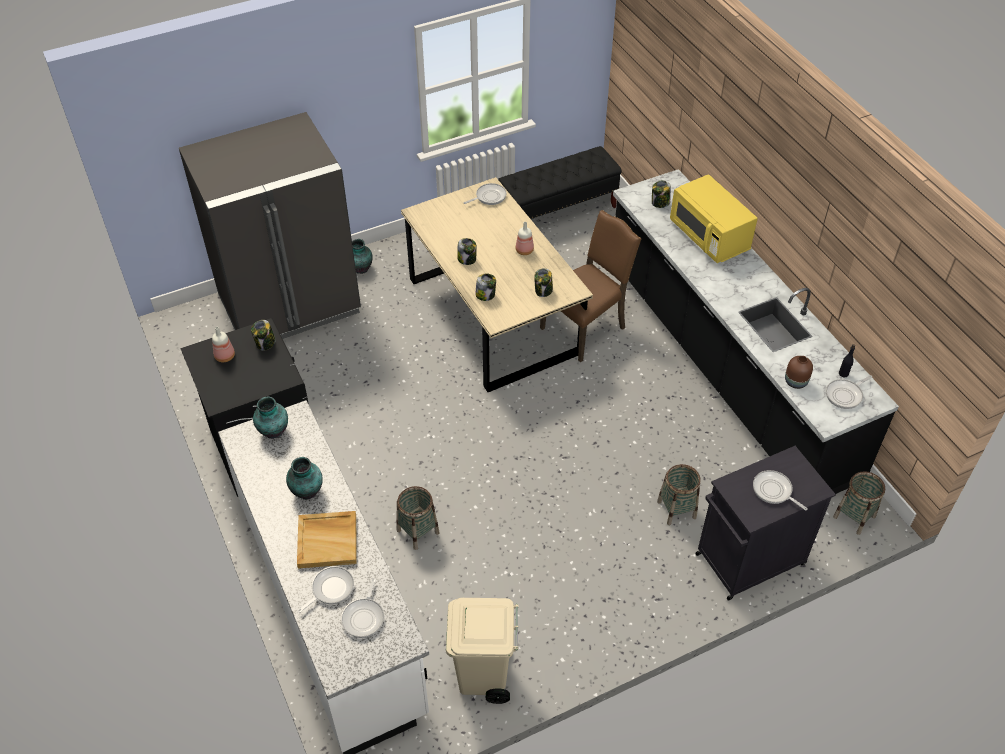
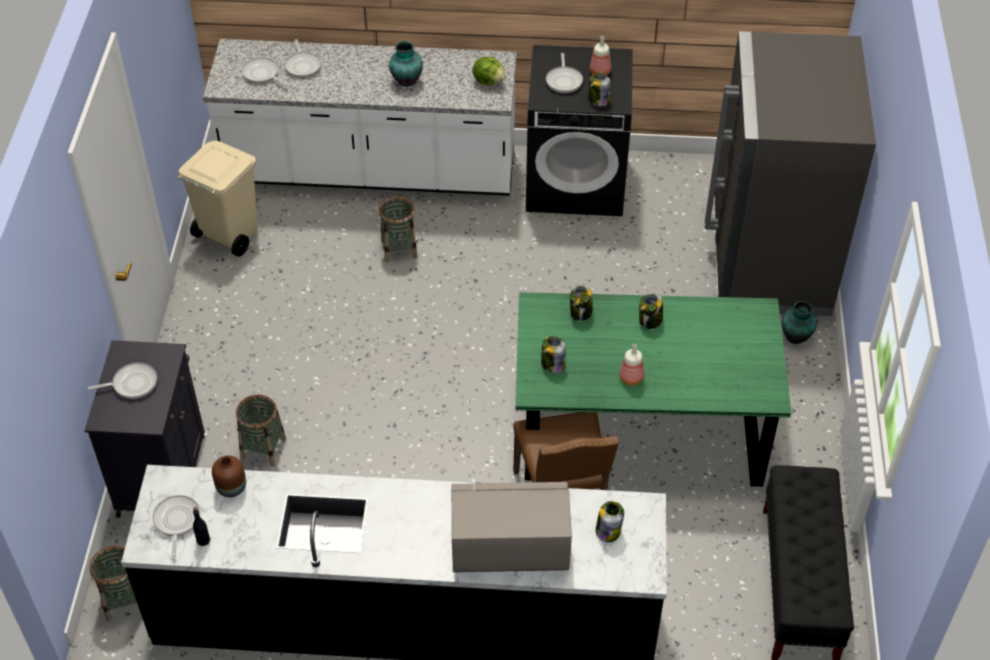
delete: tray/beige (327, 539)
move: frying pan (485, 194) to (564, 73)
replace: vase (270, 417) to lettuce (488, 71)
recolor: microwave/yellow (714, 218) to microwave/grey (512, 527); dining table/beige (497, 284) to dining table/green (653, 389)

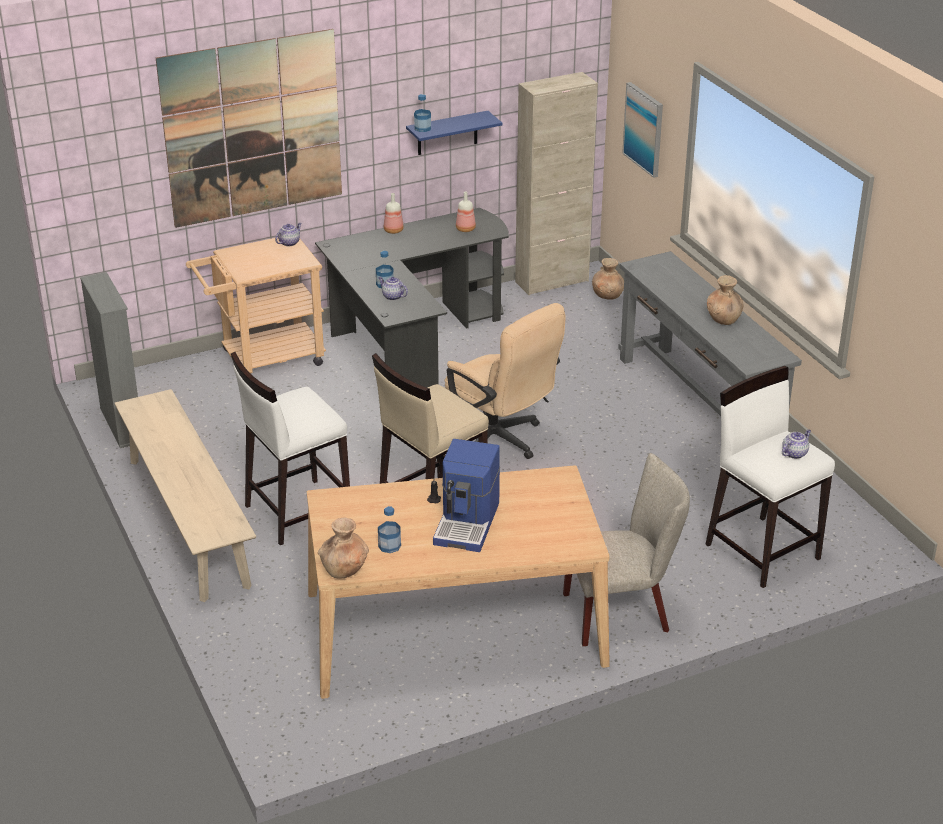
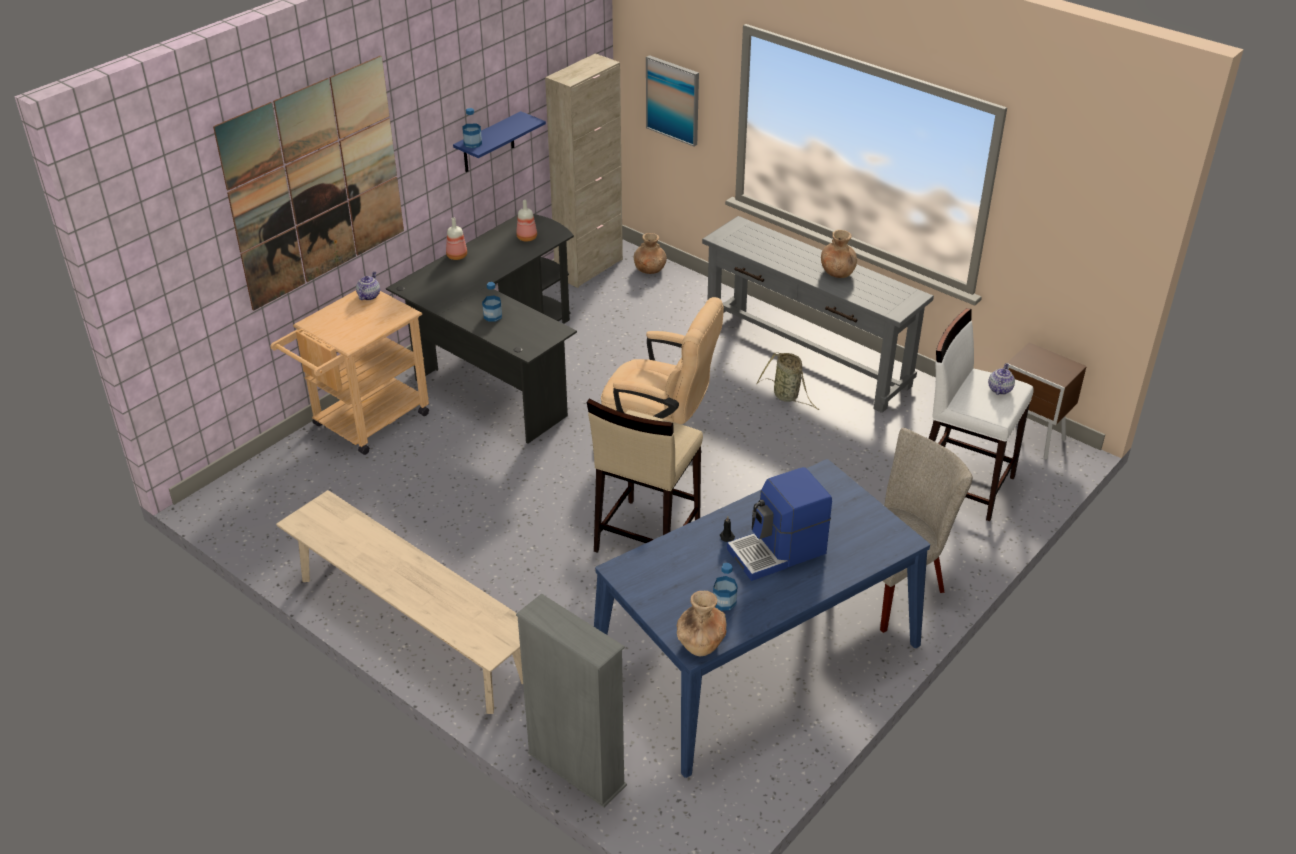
delete: teapot (393, 289); stool/white (290, 448)
insert: nightstand/brown (1047, 401); basket (788, 381)
move: bookcase/grey (109, 360) to (571, 700)
recolor: dining table/beige (458, 582) to dining table/blue (762, 618)
rotate: coffee machine (466, 495) = (779, 524) 75 degrees clockwise

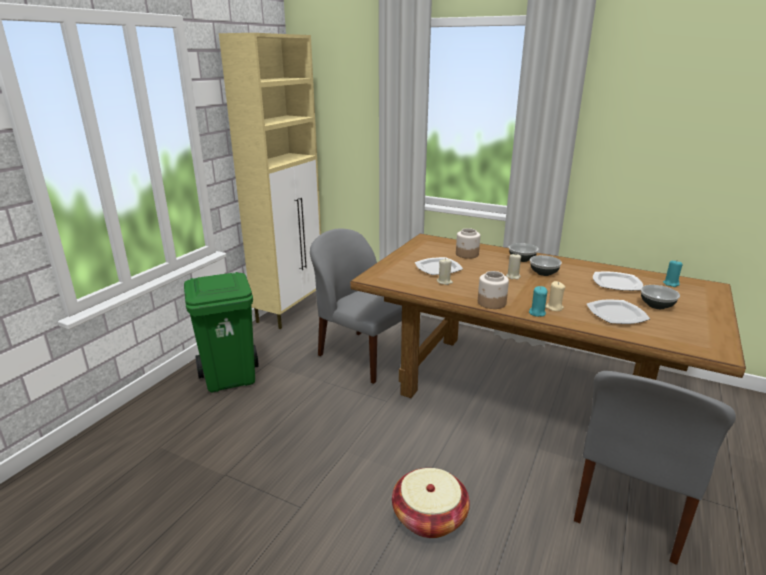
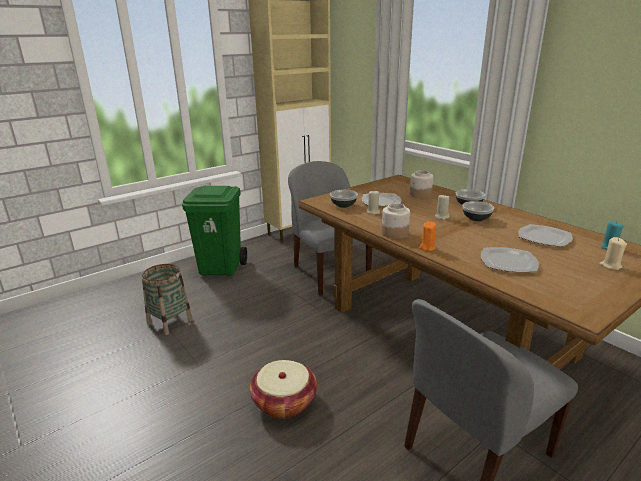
insert: basket (167, 299)
move: candle/beige (555, 296) to (613, 253); bowl (660, 297) to (344, 199)
recolor: candle/turquoise (538, 301) to candle/orange (427, 236)

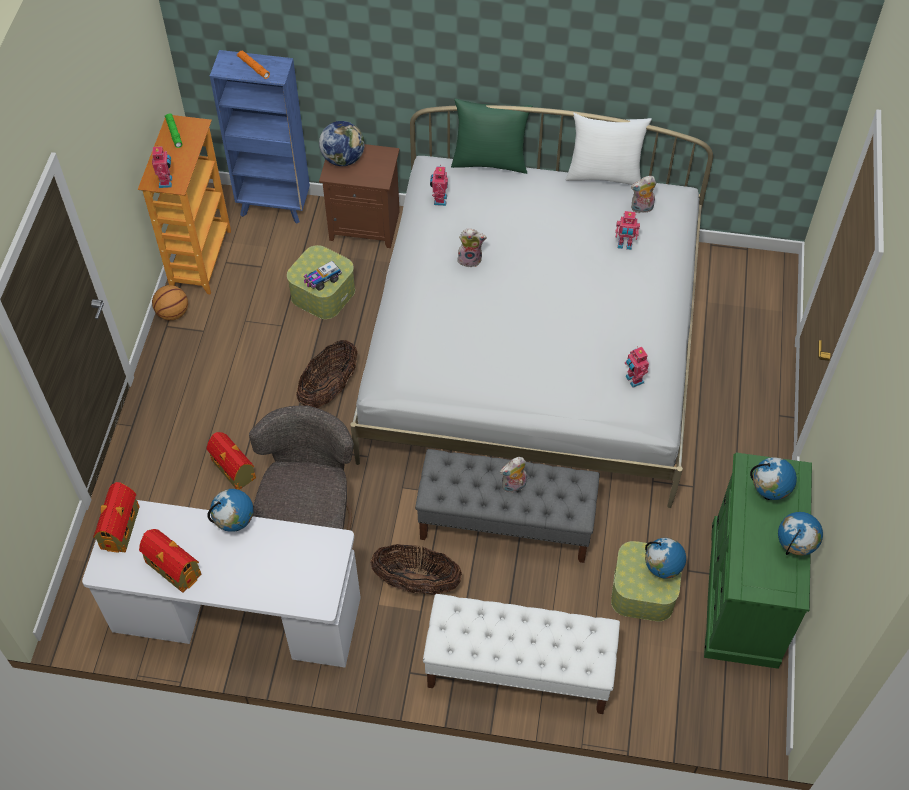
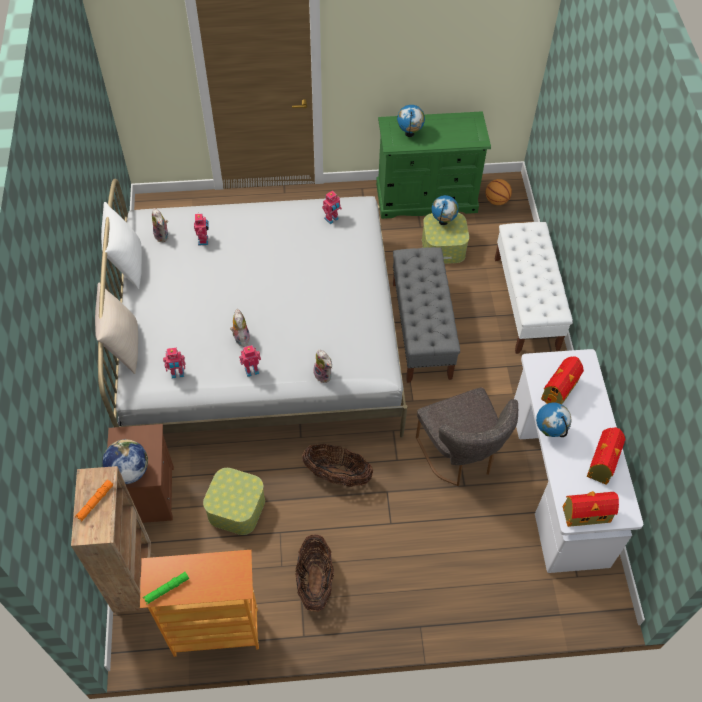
delete: toy truck (323, 276); globe (800, 534)
move: toy robot (162, 166) to (250, 361); basketball (170, 302) to (499, 192); toy house (231, 461) to (562, 380); plush toy (513, 475) to (323, 366); basket (416, 569) to (314, 573)
recolor: bookcase/blue (260, 137) to bookcase/brown (113, 541); pillow/green (491, 136) to pillow/beige (116, 328)
rotate: chair/grey (301, 467) = (467, 436) 105 degrees counterclockwise

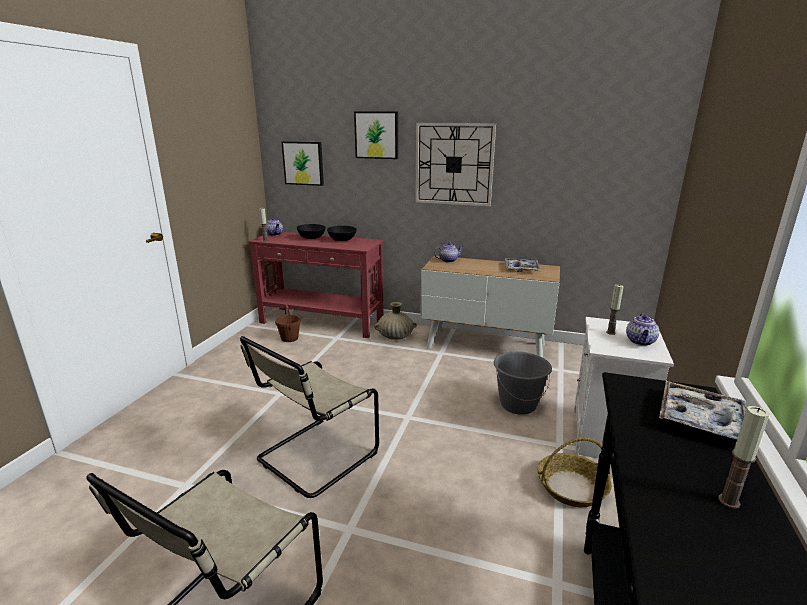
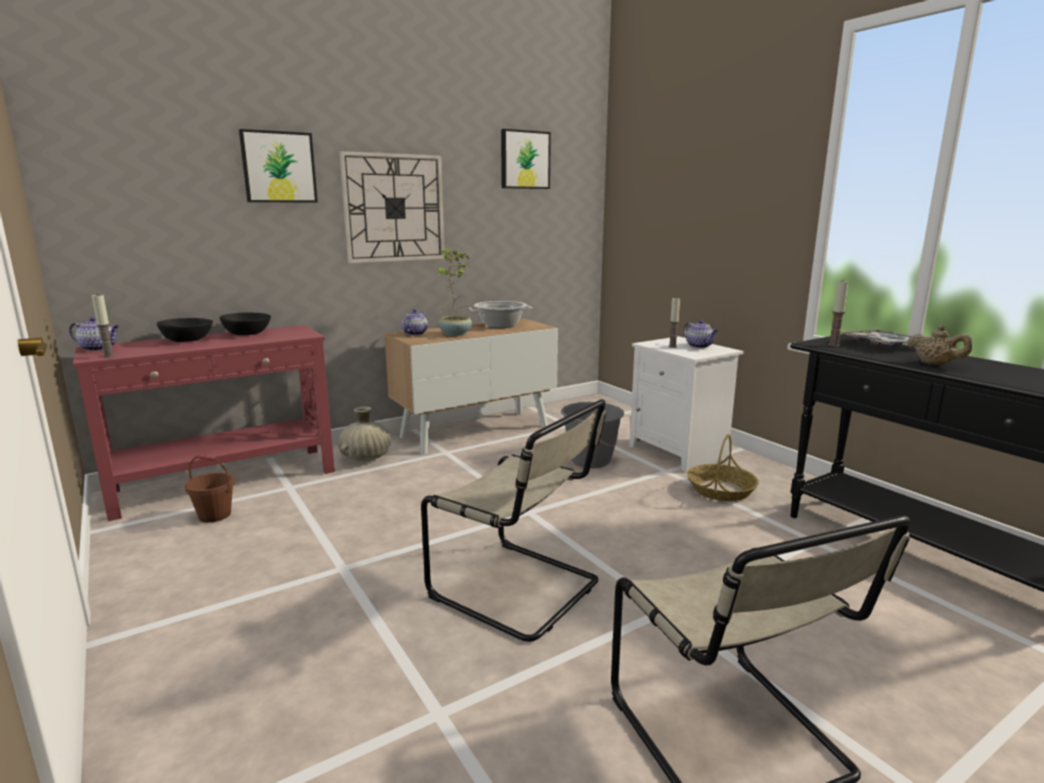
insert: potted plant (454, 292); teapot/beige (939, 345)
move: picture (303, 163) to (526, 159); candle (744, 457) to (838, 312)
replace: tray (522, 265) to cooking pot (500, 314)
rotate: chair/beige (309, 417) = (513, 520) 45 degrees counterclockwise

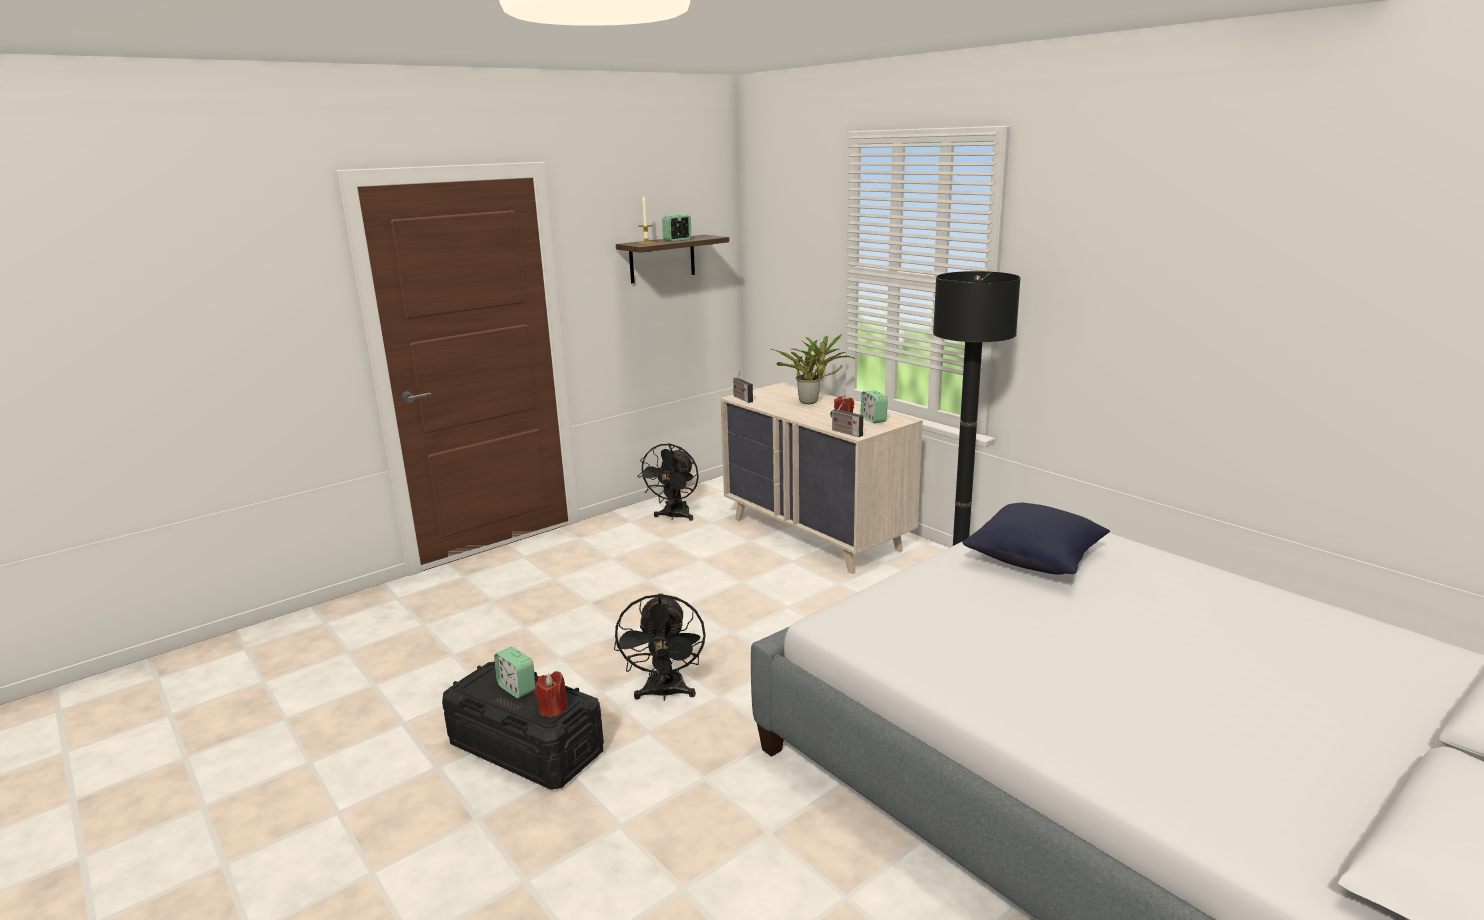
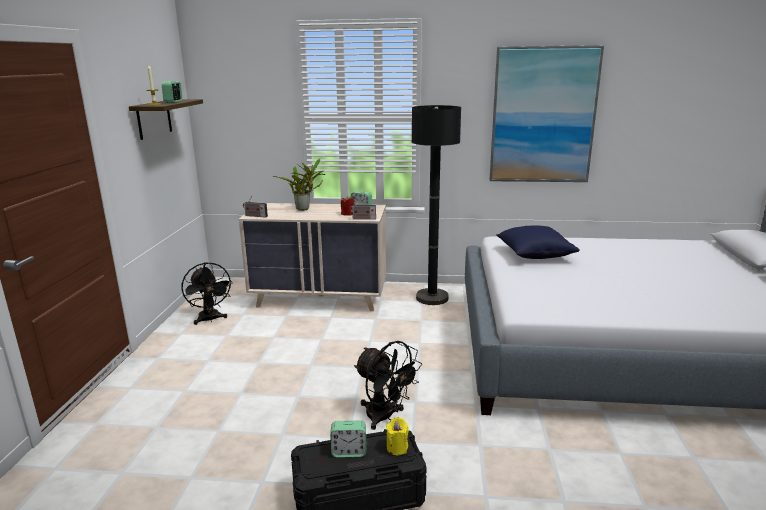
insert: picture (547, 113)
recolor: candle/red (551, 694) to candle/yellow (397, 436)

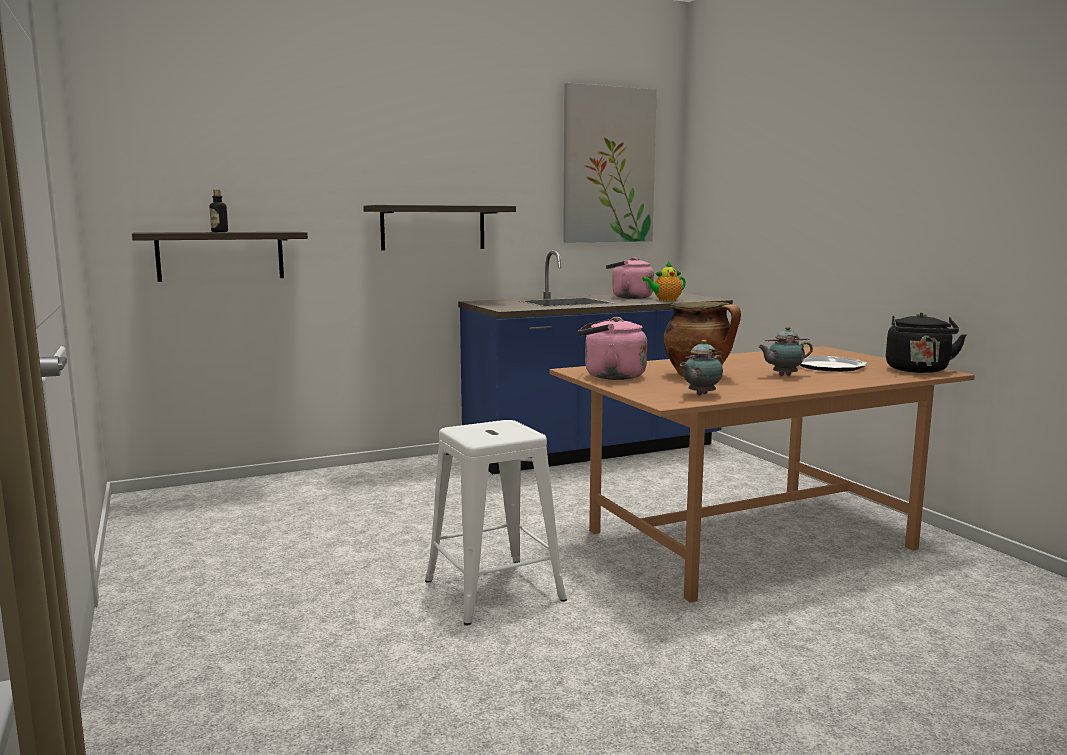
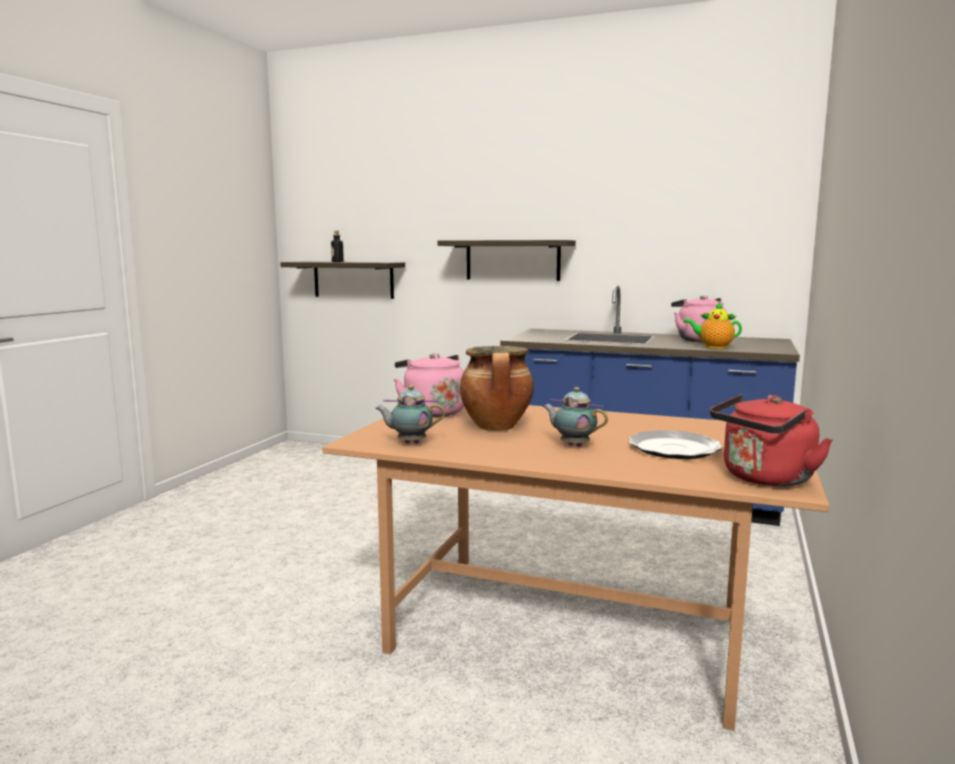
delete: picture (610, 162); stool/white (496, 522)
recolor: kettle/black (926, 343) to kettle/red (771, 440)

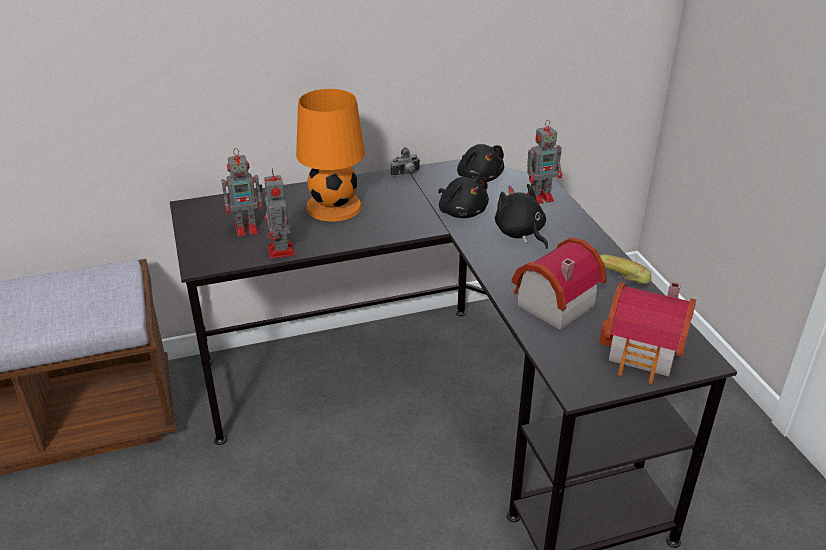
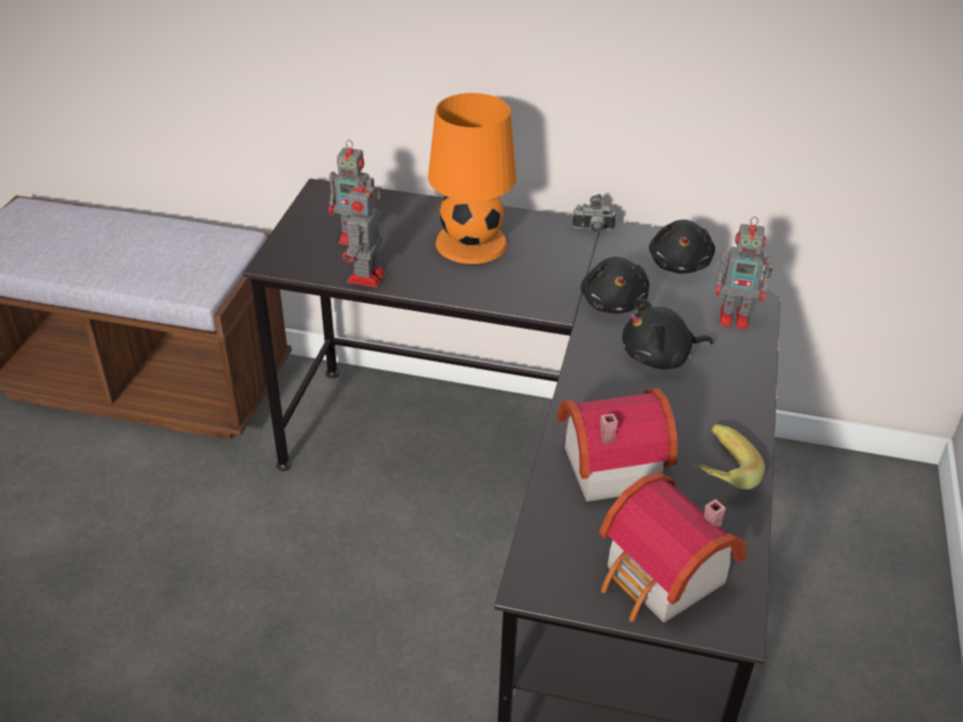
rotate: plush toy/black (521, 216) = (667, 333) 105 degrees counterclockwise

